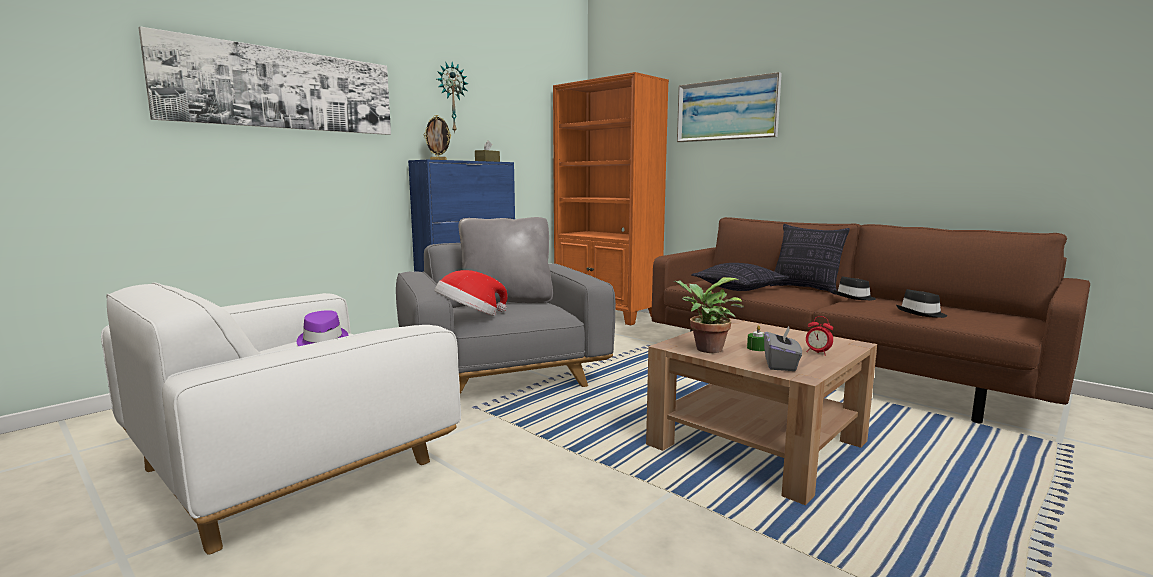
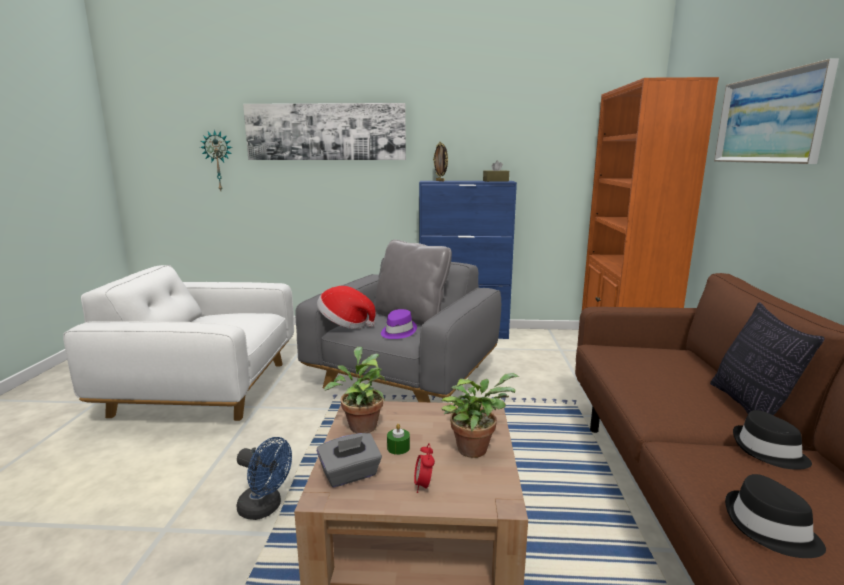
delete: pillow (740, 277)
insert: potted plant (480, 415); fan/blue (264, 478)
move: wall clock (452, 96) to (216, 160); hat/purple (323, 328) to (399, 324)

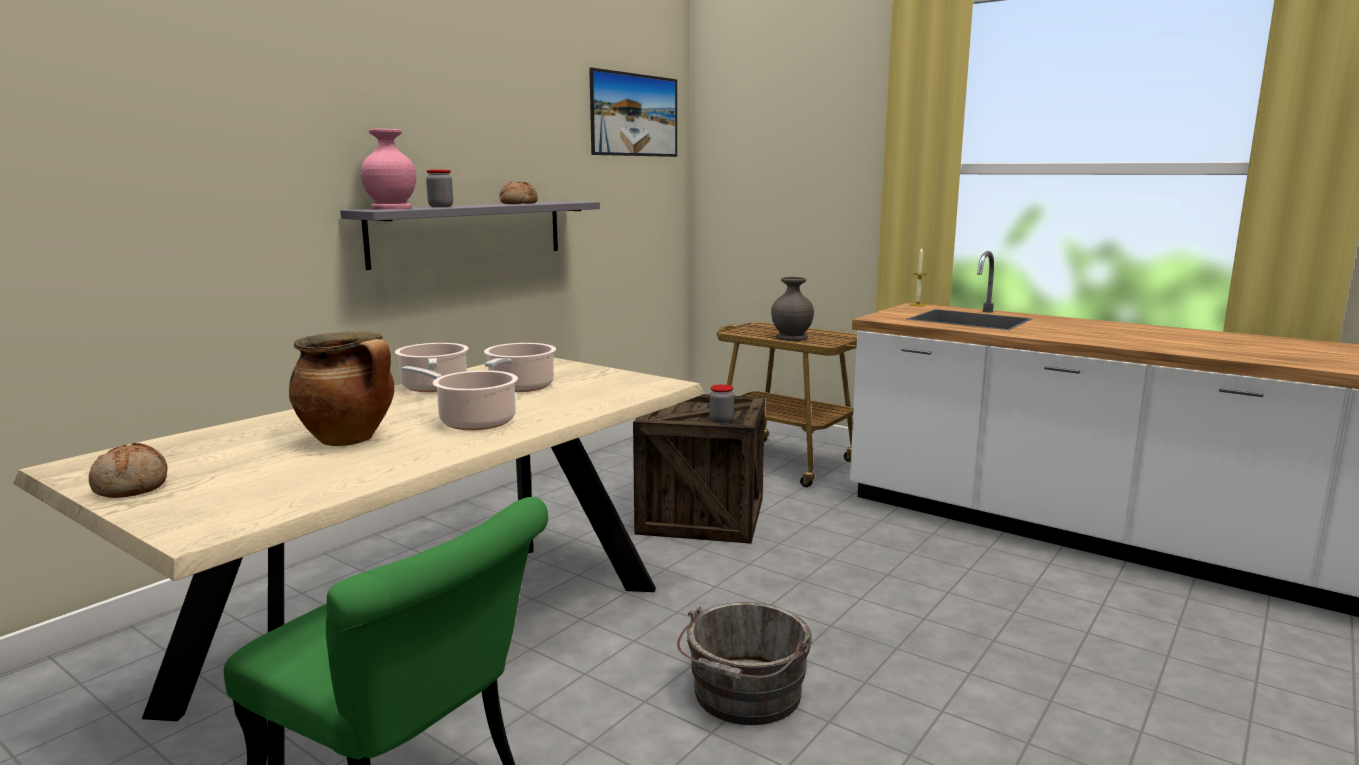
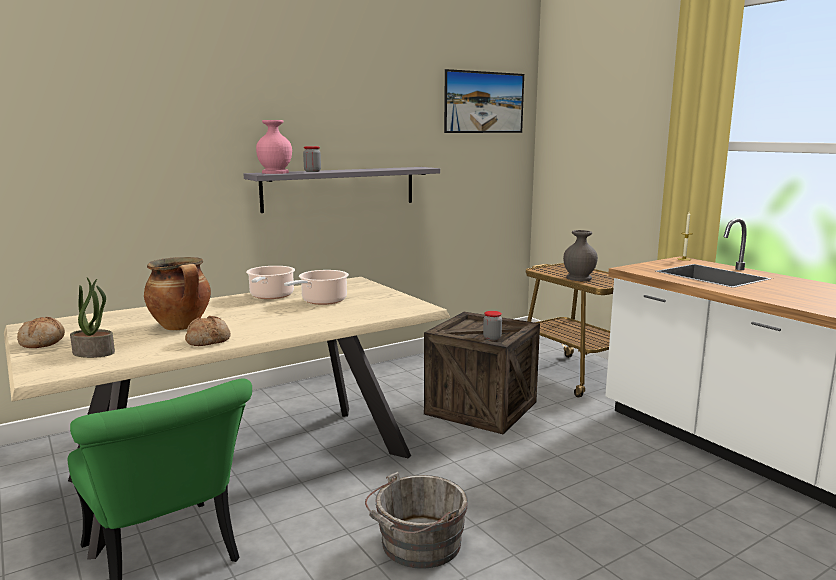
delete: cooking pot (459, 398)
insert: potted plant (92, 317)
move: bread (518, 192) to (207, 331)

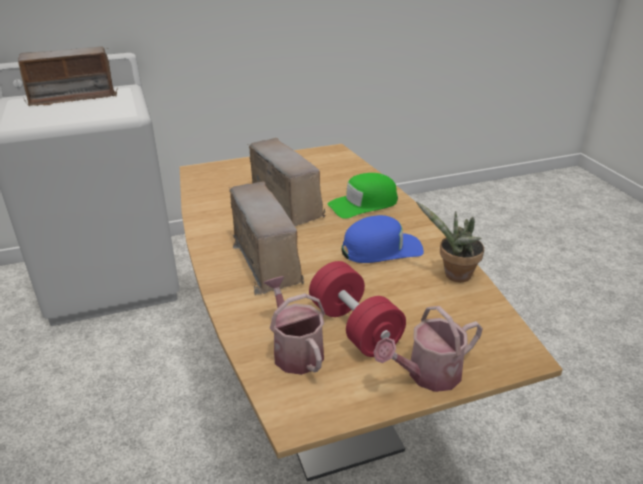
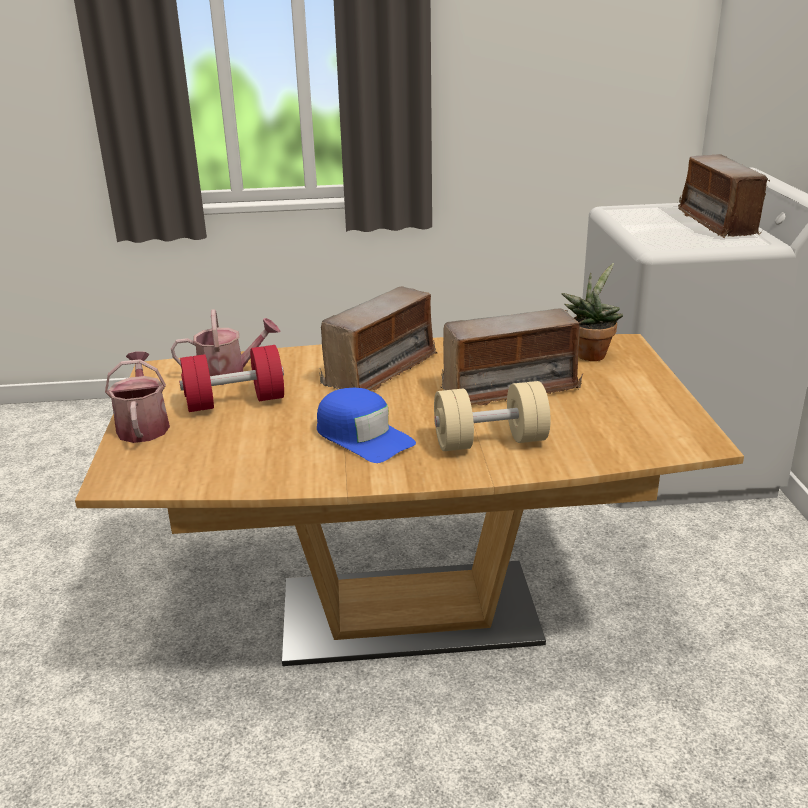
move: potted plant (450, 241) to (592, 312)
replace: cap/green (363, 196) to dumbbell/beige (492, 416)
rotate: radio (266, 238) = (378, 338) 45 degrees counterclockwise; cap/blue (383, 239) = (366, 425) 45 degrees counterclockwise

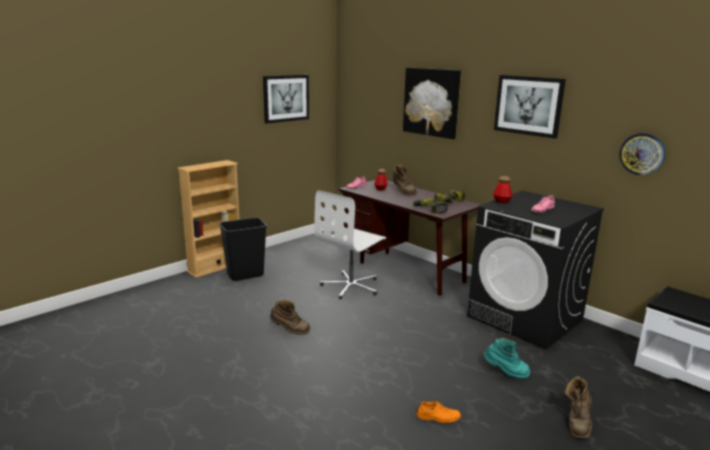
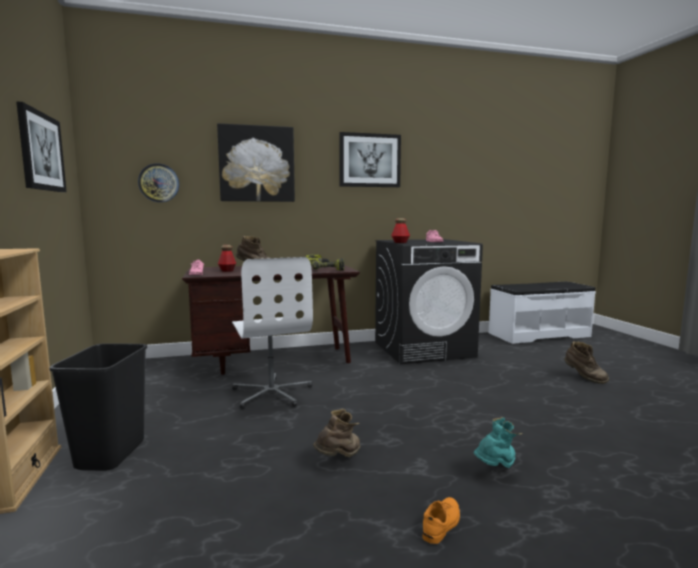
move: wall clock (642, 154) to (158, 182); boot/turquoise (507, 358) to (498, 442); shoe/orange (438, 412) to (441, 520)

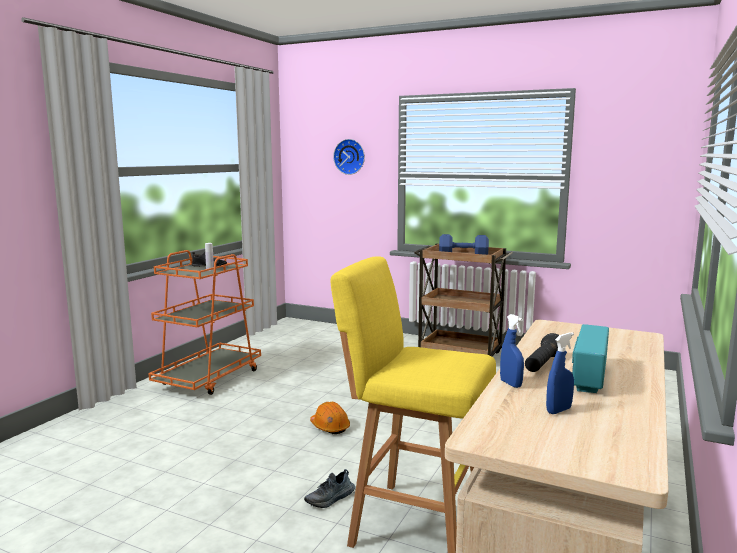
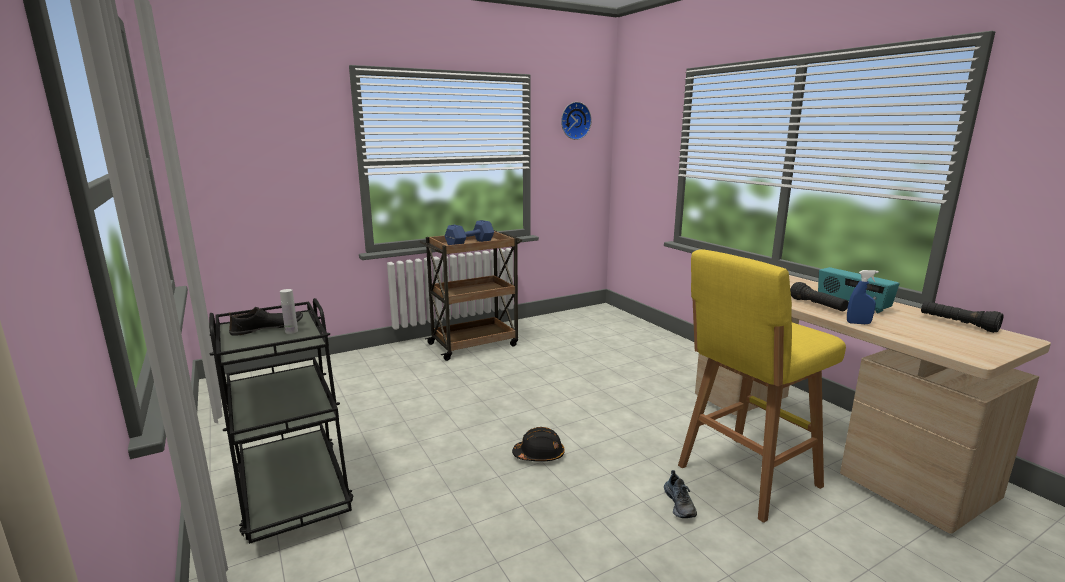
delete: spray bottle/blue (560, 373)
insert: flashlight/black (962, 317)
move: wall clock (349, 157) to (576, 121)
recolor: cart/orange (205, 322) to cart/black (281, 421); hard hat/orange (330, 418) to hard hat/black (538, 444)

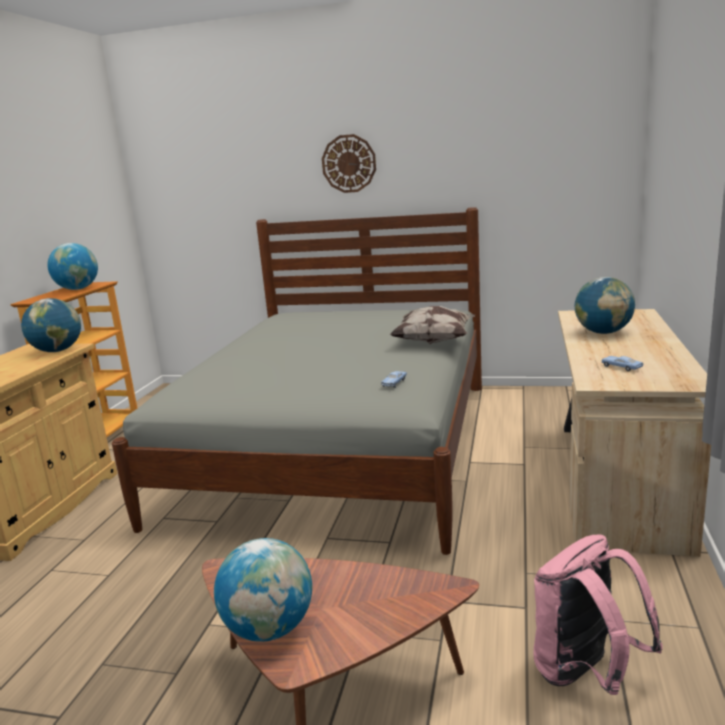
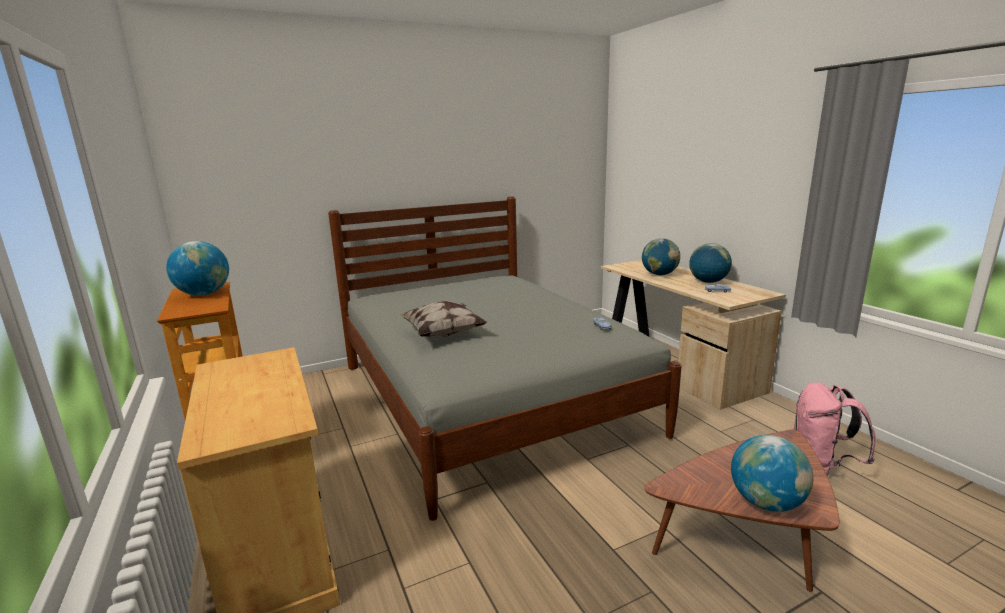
delete: wall clock (349, 163)
move: globe (51, 325) to (710, 263); pillow (432, 325) to (443, 318)

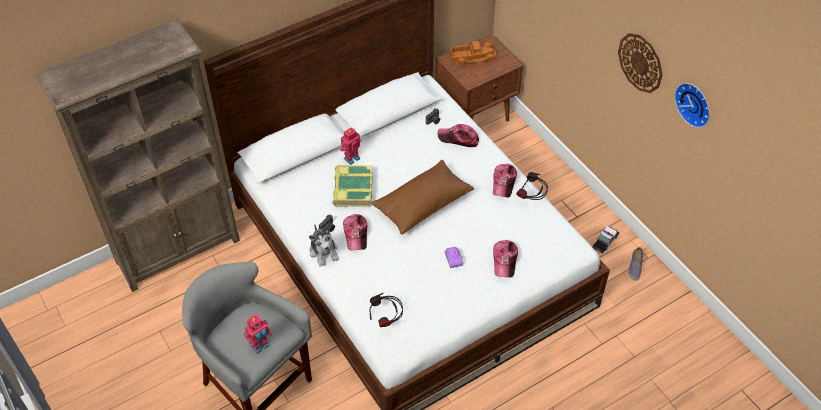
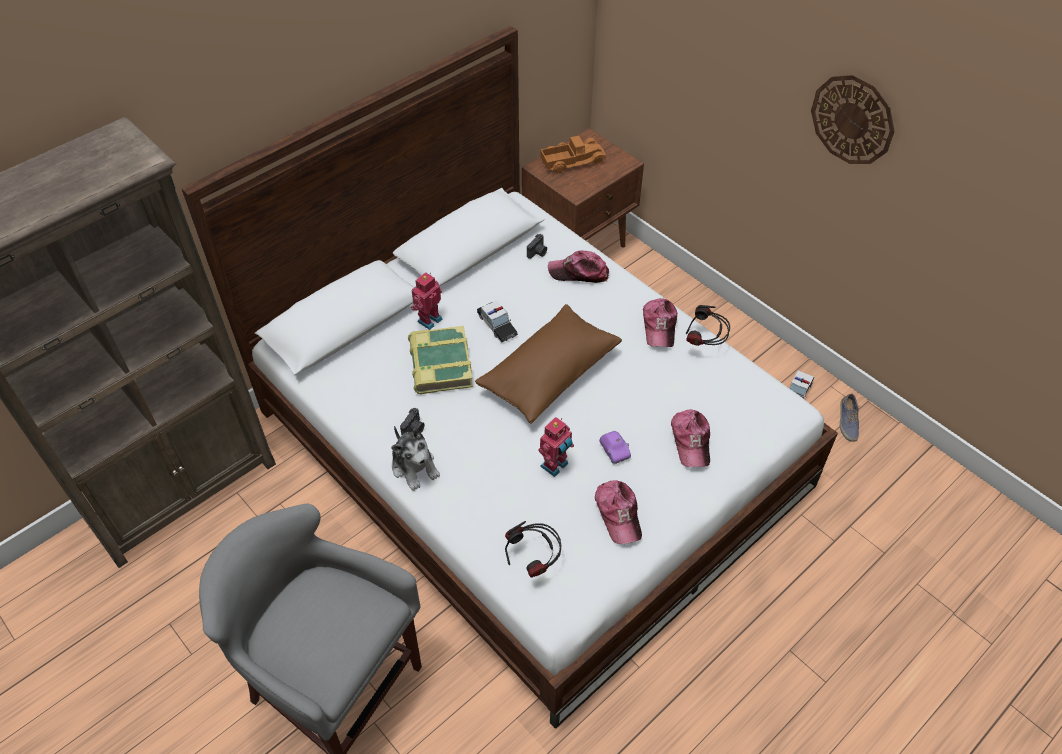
delete: wall clock (692, 105)
insert: toy car (497, 321)
move: cap (355, 232) to (618, 512); toy robot (258, 334) to (556, 447)

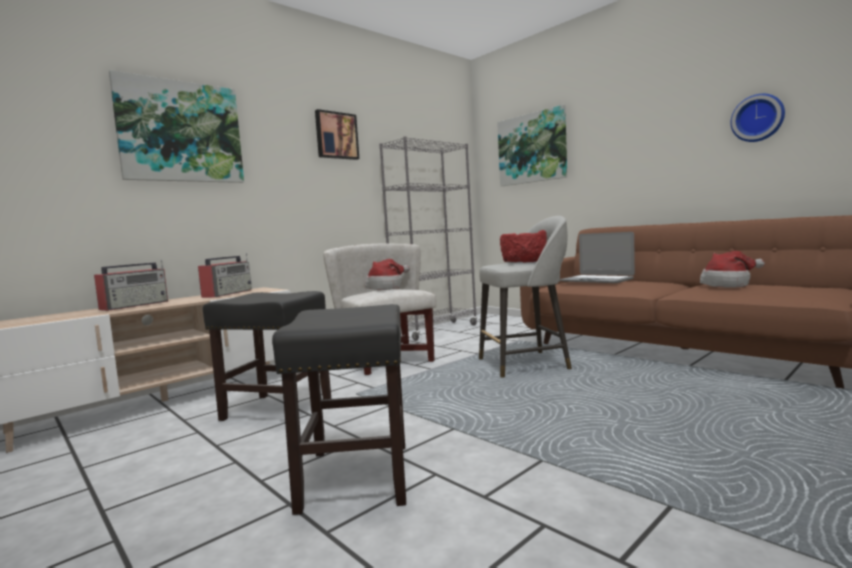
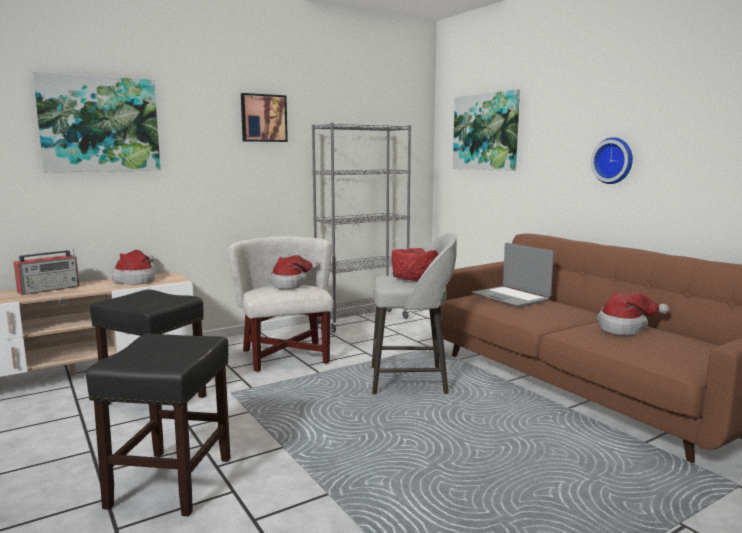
move: wall clock (757, 118) to (612, 160)
replace: radio (225, 275) to hat (133, 267)

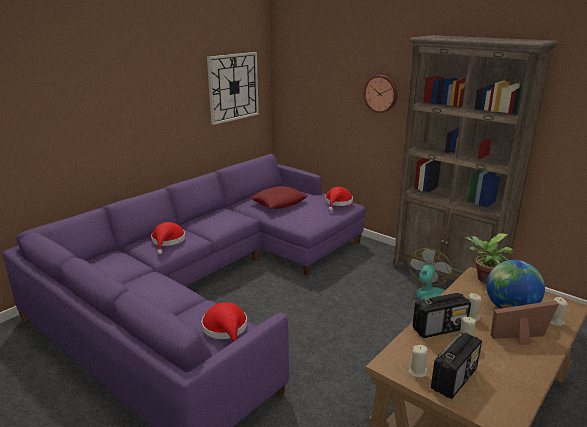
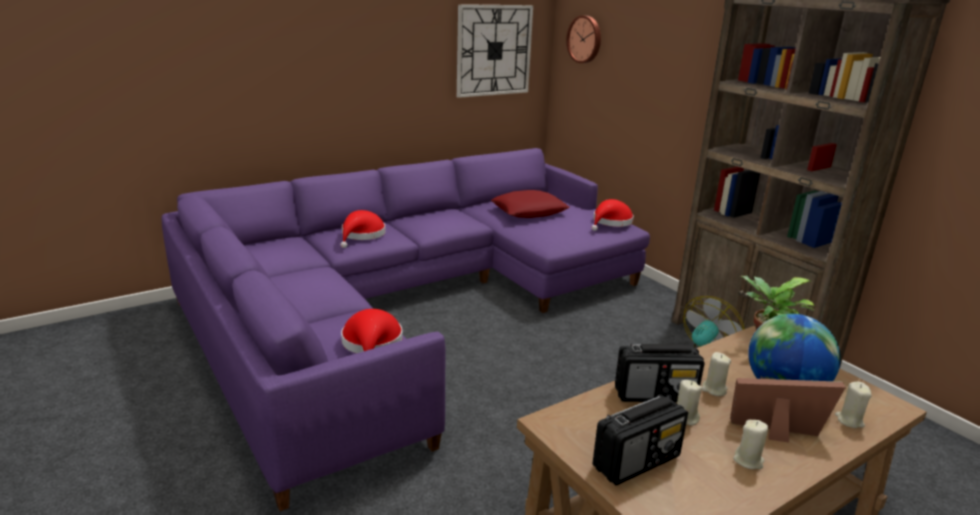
move: wall clock (381, 94) to (583, 39); candle/beige (418, 361) to (750, 444)

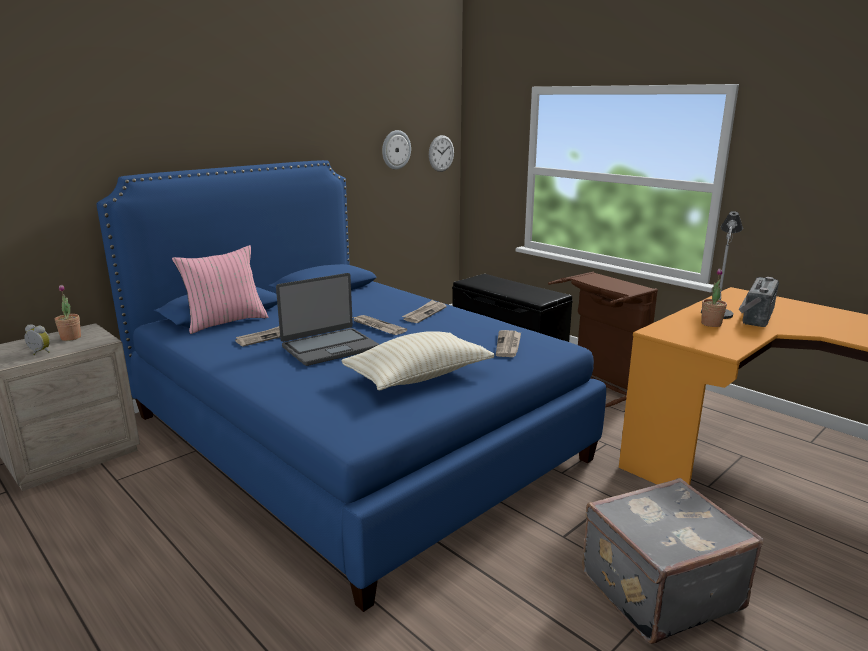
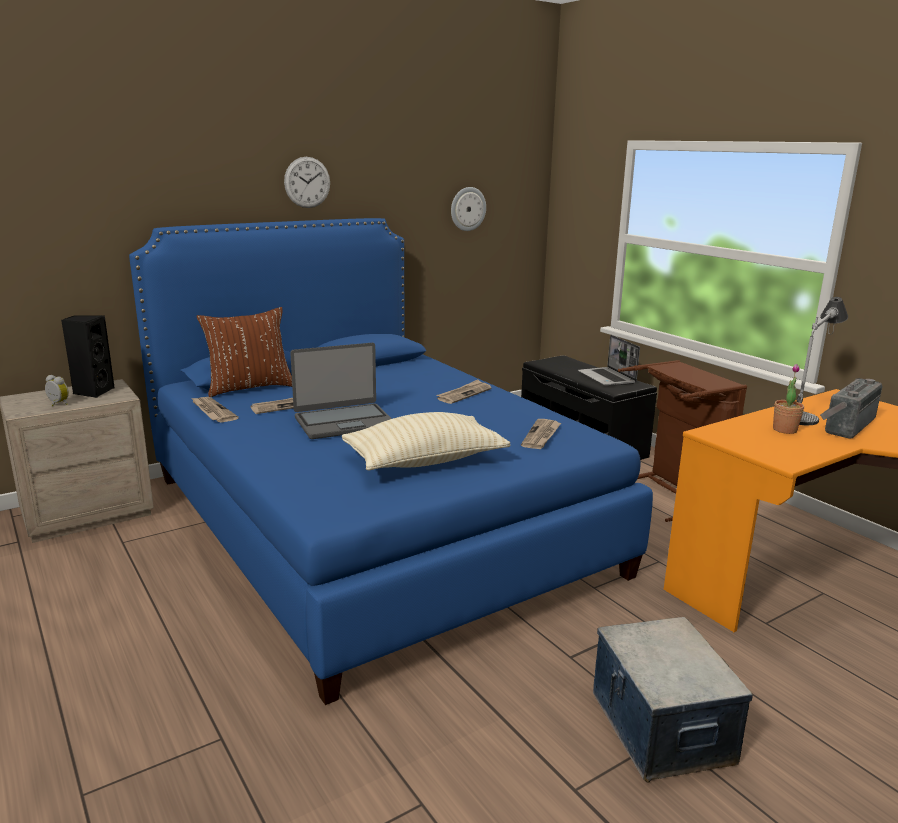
insert: laptop (609, 360)
move: wall clock (441, 153) to (307, 182); newspaper (380, 325) to (214, 409)
replace: potted plant (68, 313) to speaker/black (88, 356); suitcase/grey (672, 561) to storage box (673, 700)
recolor: pillow/pink (220, 289) to pillow/brown (244, 352)

